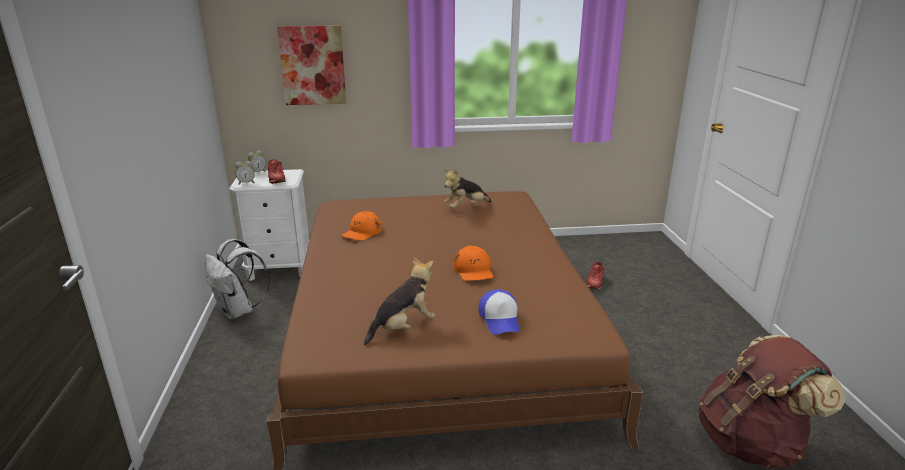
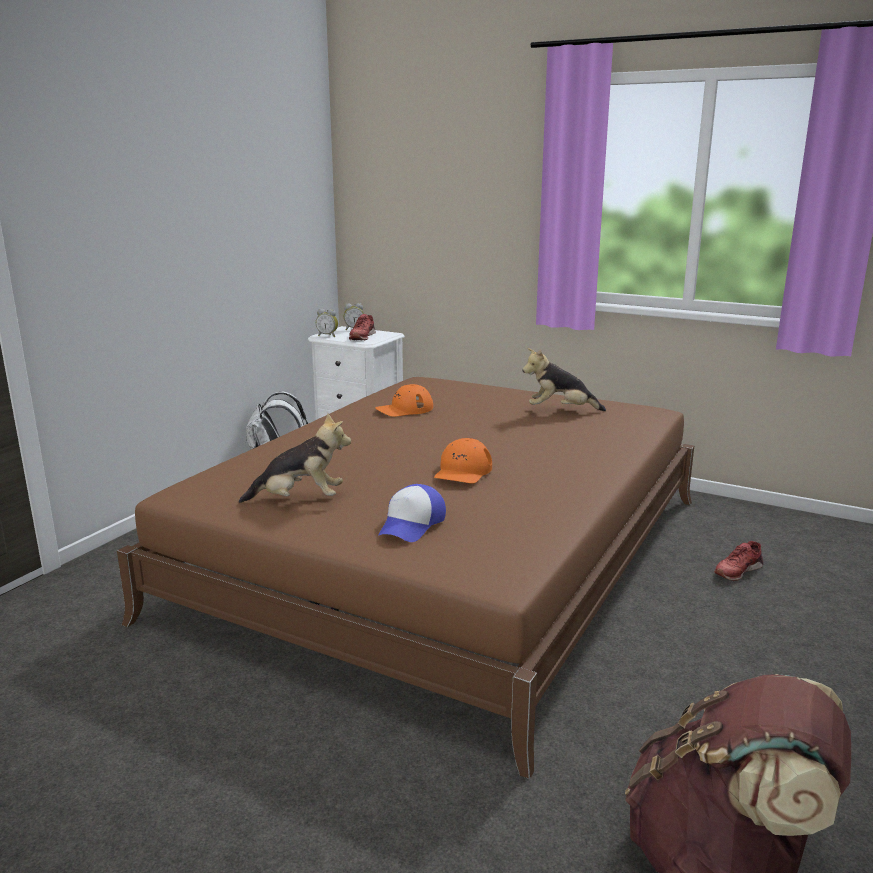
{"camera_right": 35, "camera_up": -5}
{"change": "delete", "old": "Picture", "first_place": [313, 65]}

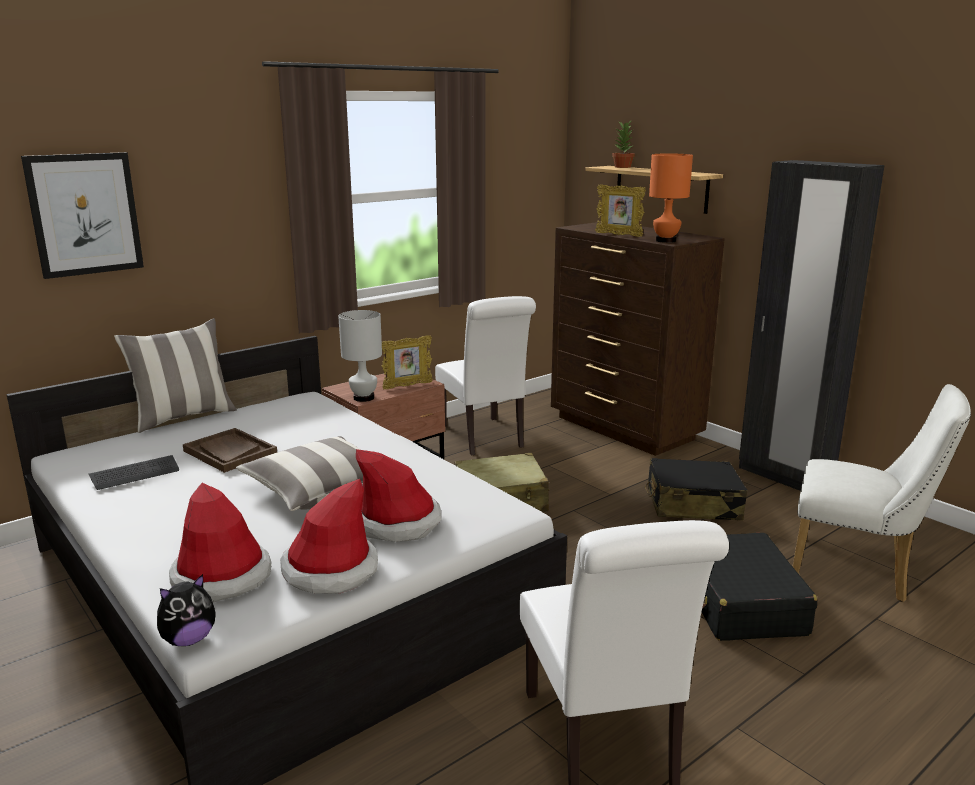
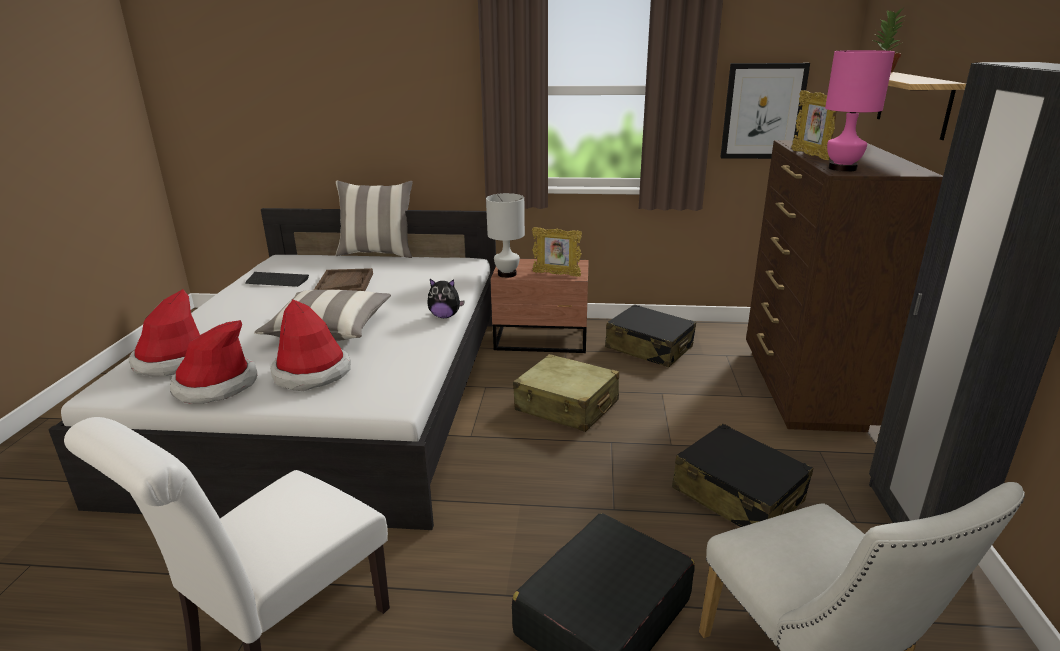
{"camera_right": 45, "camera_up": 5}
{"change": "move", "old": "Picture", "first_place": [85, 214], "second_place": [763, 111]}
{"change": "recolor", "old": "OrangeTableLamp", "new": "PinkTableLamp", "first_place": [665, 241], "second_place": [841, 168]}
{"change": "replace", "old": "WhiteChair", "new": "BlackSuitcase", "first_place": [484, 438], "second_place": [649, 348]}
{"change": "move", "old": "PlushToy", "first_place": [188, 639], "second_place": [445, 316]}

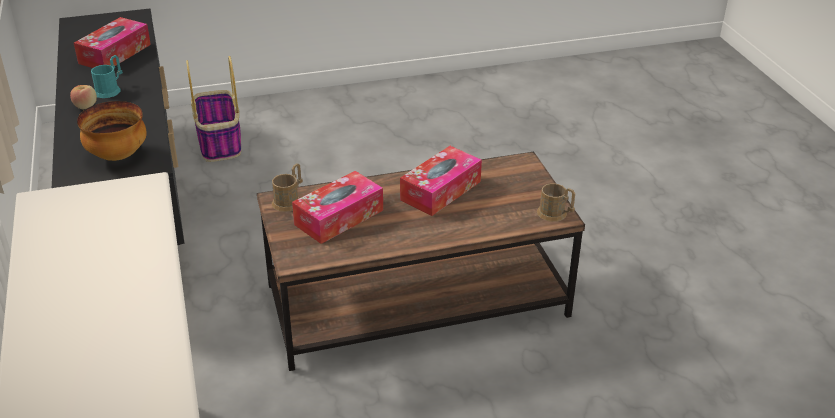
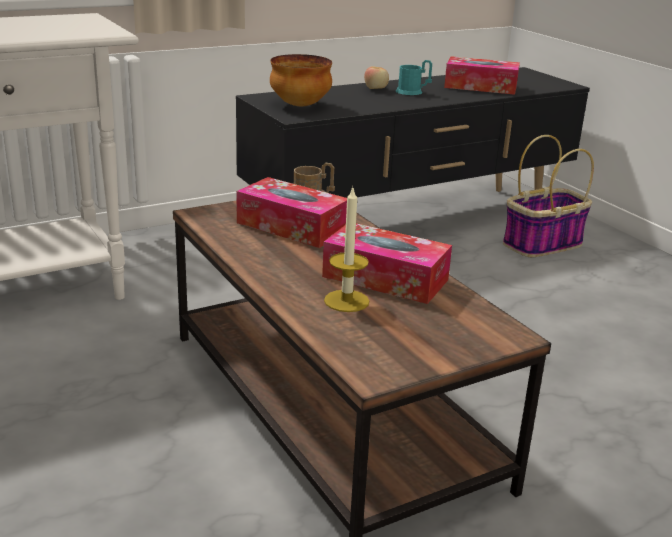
{"camera_right": 75, "camera_up": -10}
{"change": "delete", "old": "BrownMug", "first_place": [555, 214]}
{"change": "insert", "new": "Candle", "second_place": [346, 301]}

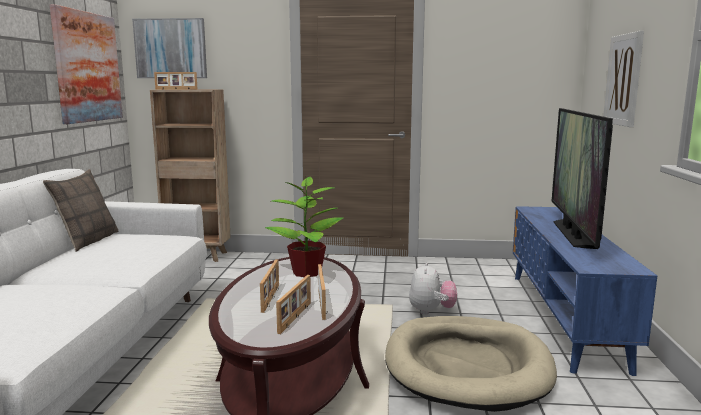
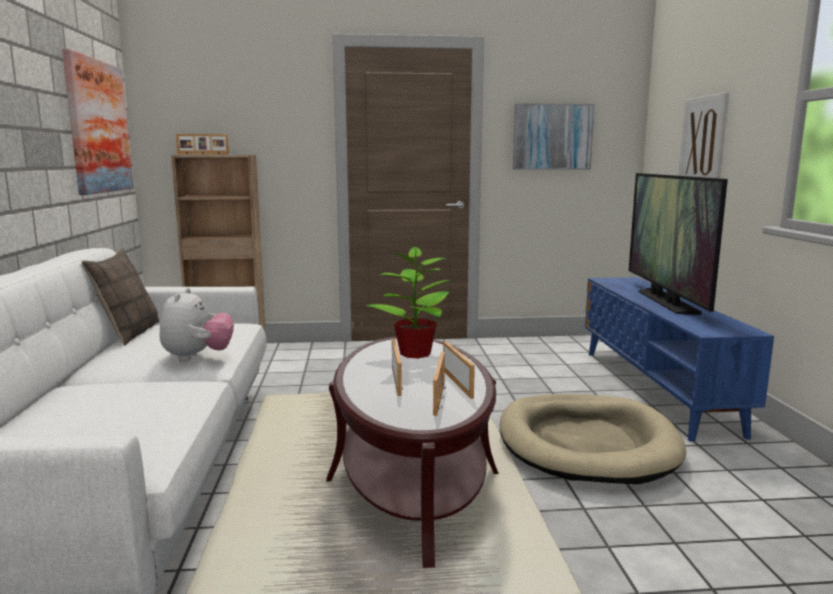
{"camera_right": -10, "camera_up": 0}
{"change": "move", "old": "Picture", "first_place": [171, 48], "second_place": [552, 137]}
{"change": "move", "old": "PlushToy", "first_place": [431, 311], "second_place": [197, 357]}

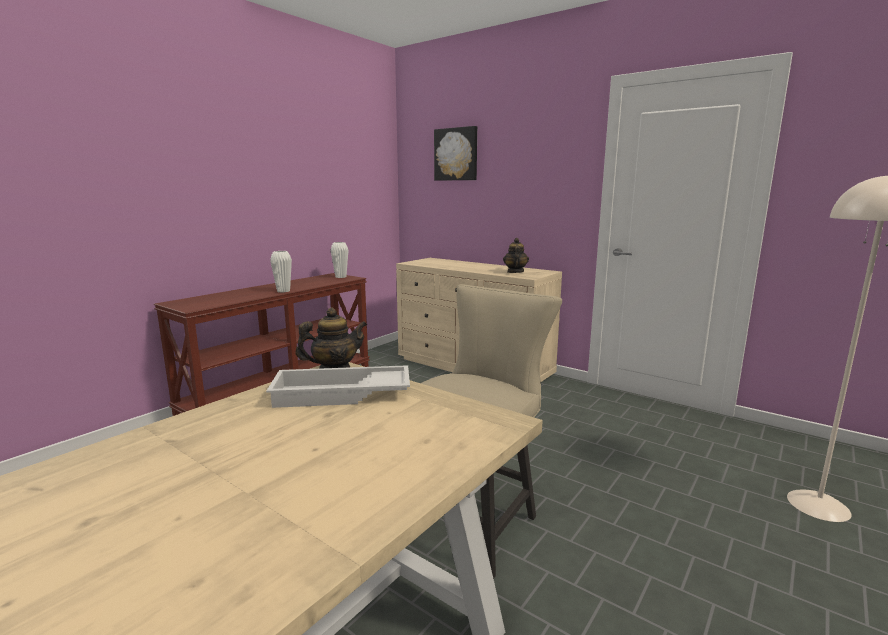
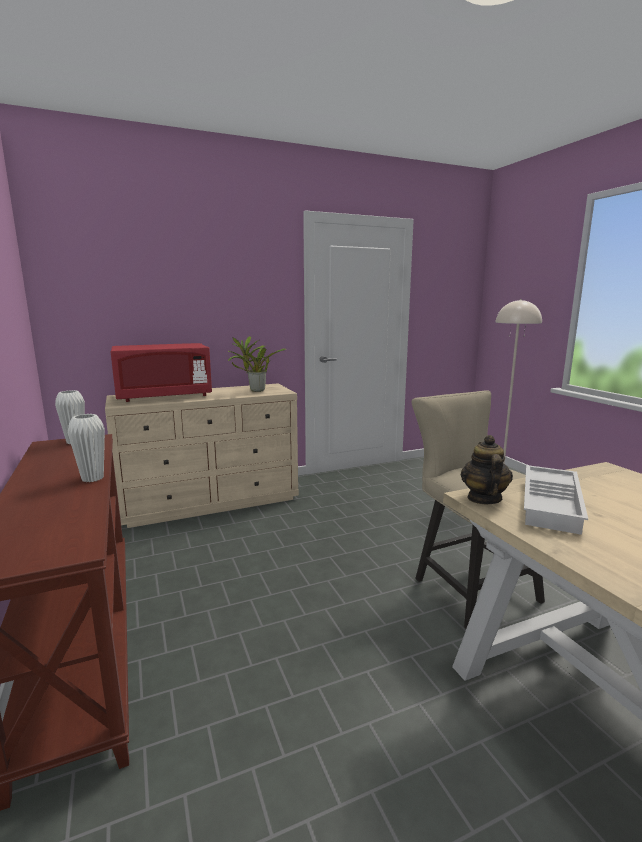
{"camera_right": -60, "camera_up": 0}
{"change": "delete", "old": "Picture", "first_place": [456, 154]}
{"change": "replace", "old": "Teapot", "new": "PottedPlant", "first_place": [515, 272], "second_place": [255, 390]}
{"change": "insert", "new": "RedMicrowave", "second_place": [164, 396]}

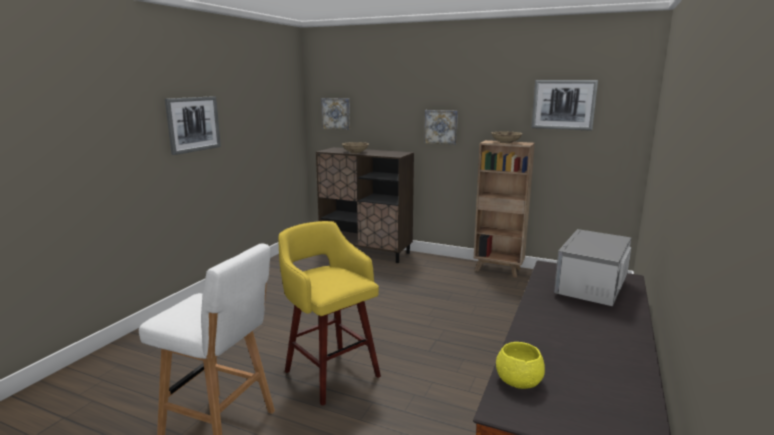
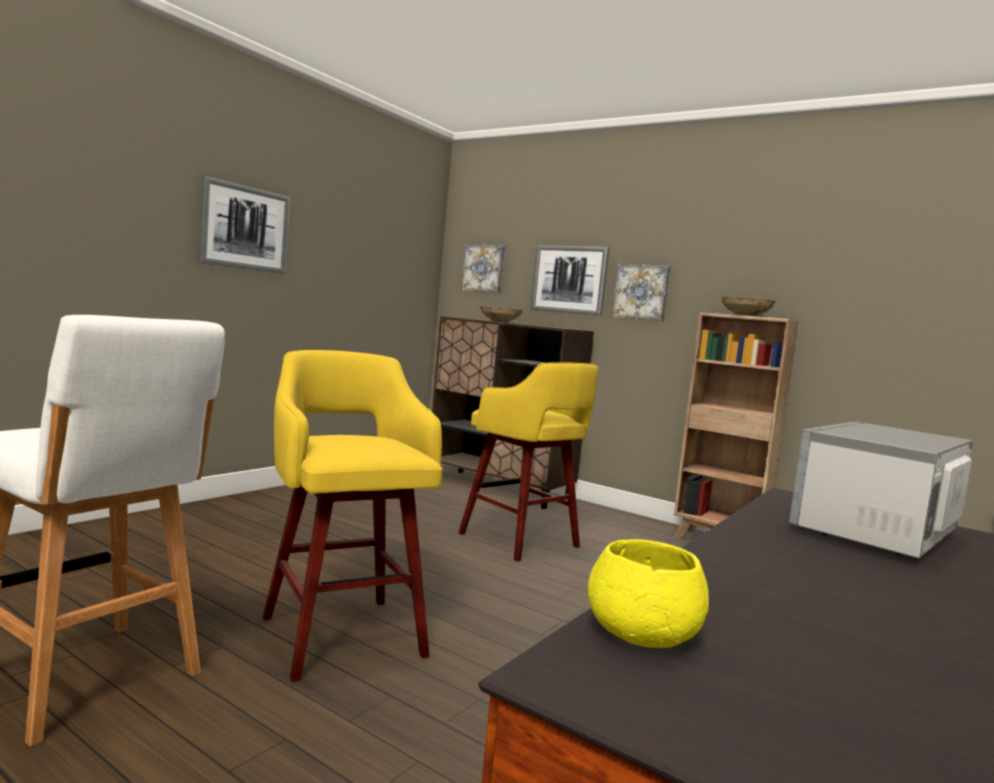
{"camera_right": 10, "camera_up": -10}
{"change": "move", "old": "Picture", "first_place": [563, 104], "second_place": [569, 279]}
{"change": "insert", "new": "YellowStool", "second_place": [521, 541]}

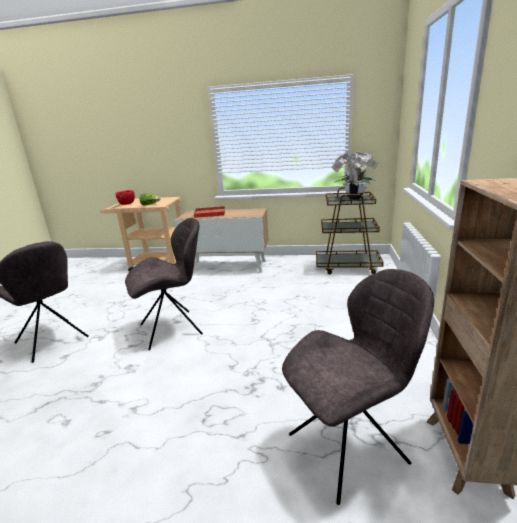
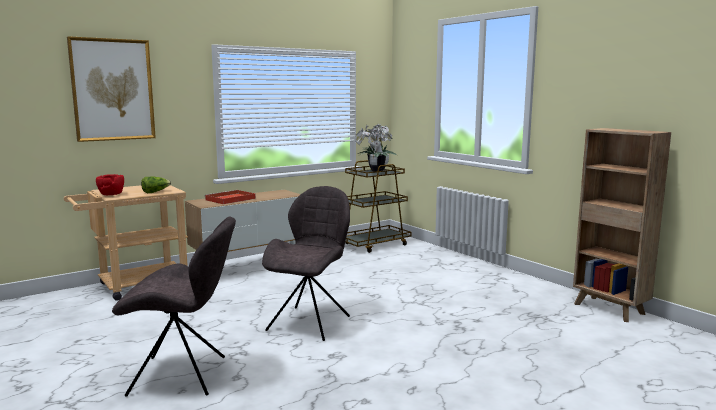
{"camera_right": -45, "camera_up": -10}
{"change": "delete", "old": "GreyChair", "first_place": [350, 447]}
{"change": "insert", "new": "Picture", "second_place": [112, 90]}

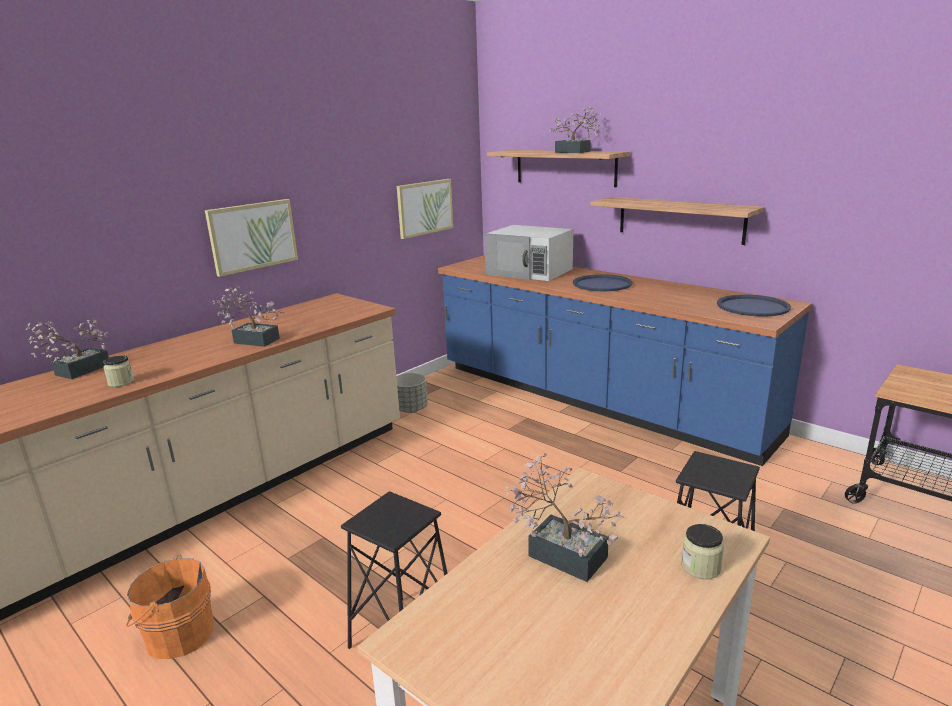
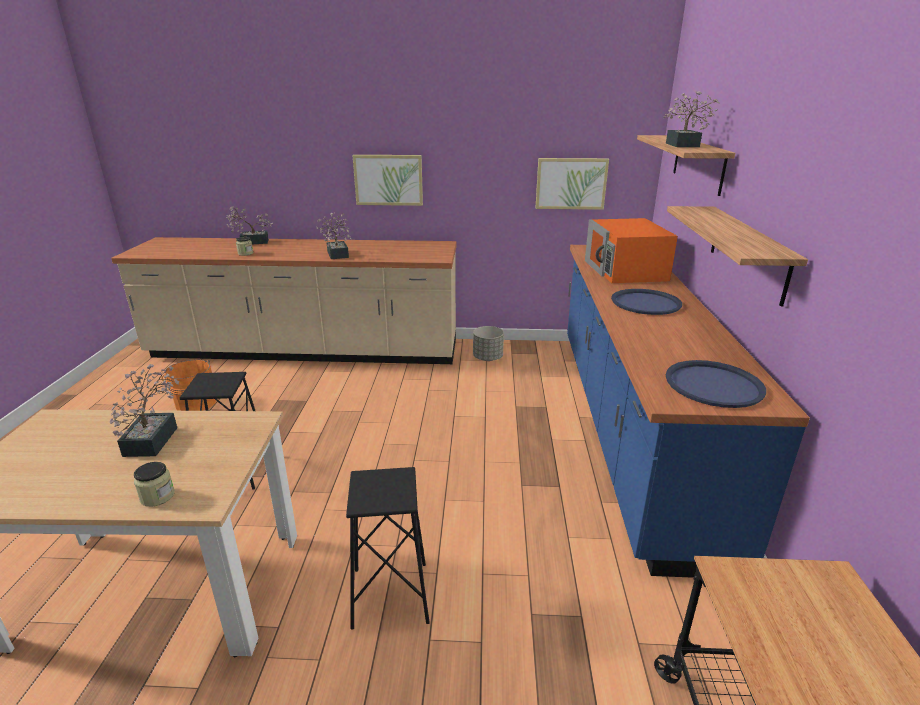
{"camera_right": 50, "camera_up": 5}
{"change": "recolor", "old": "WhiteMicrowave", "new": "OrangeMicrowave", "first_place": [530, 271], "second_place": [625, 270]}

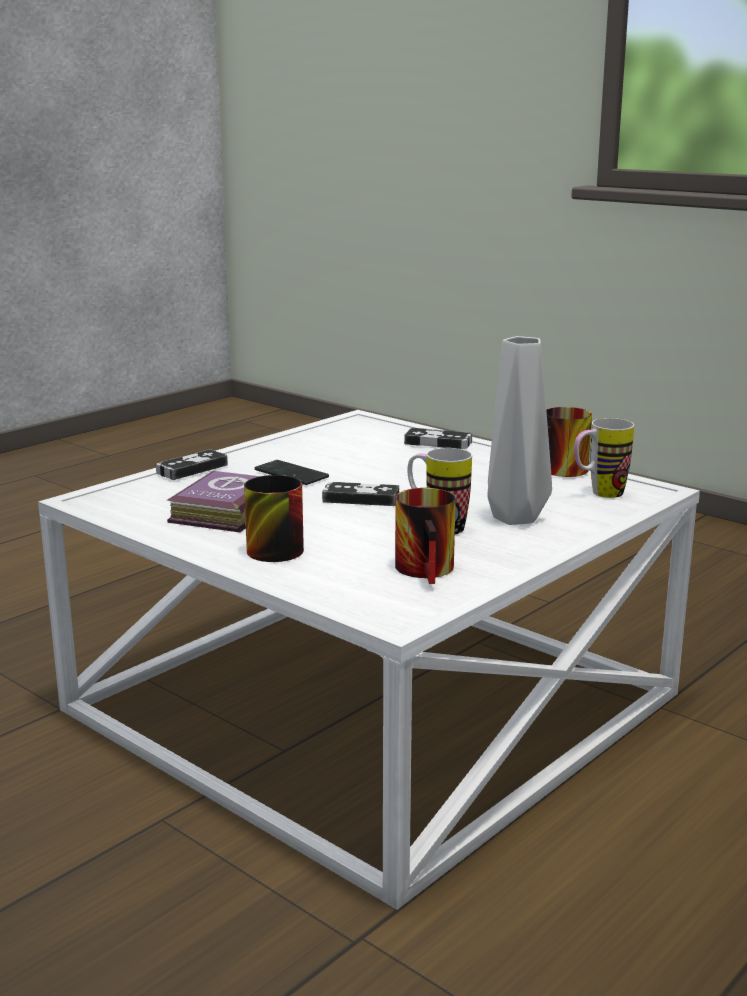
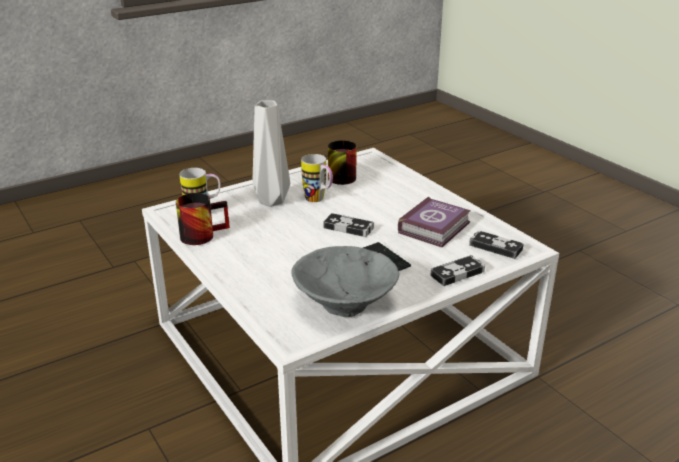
{"camera_right": -165, "camera_up": 10}
{"change": "move", "old": "GameController", "first_place": [438, 443], "second_place": [495, 247]}
{"change": "delete", "old": "Mug", "first_place": [268, 547]}
{"change": "insert", "new": "GreyBowl", "second_place": [346, 303]}

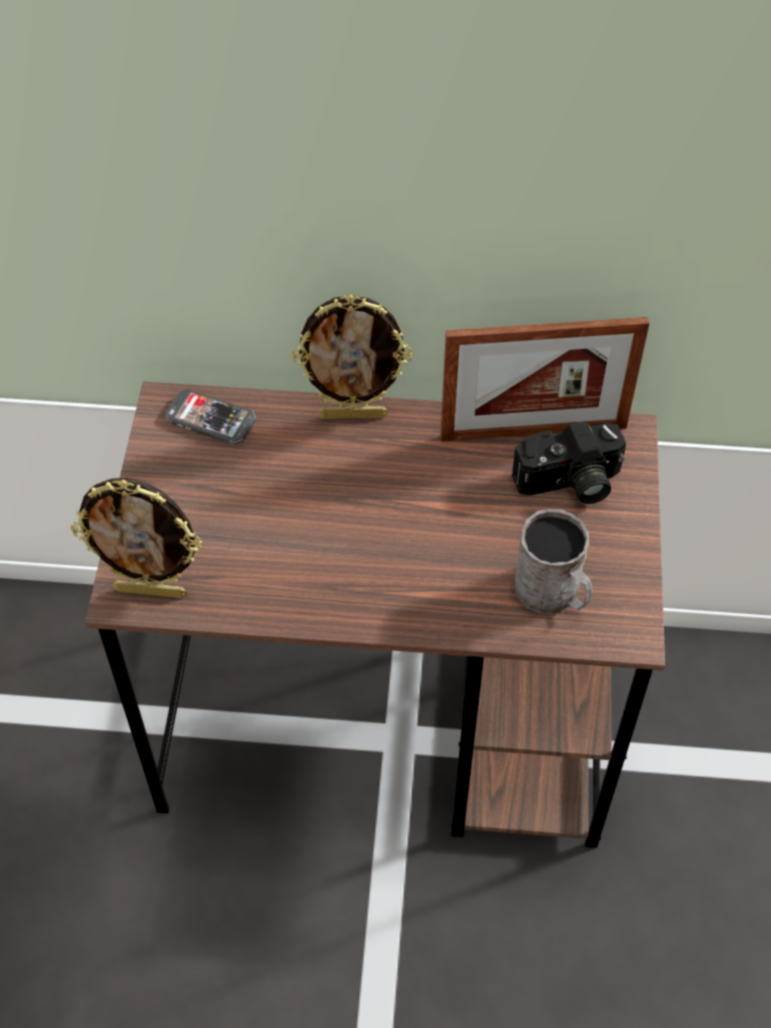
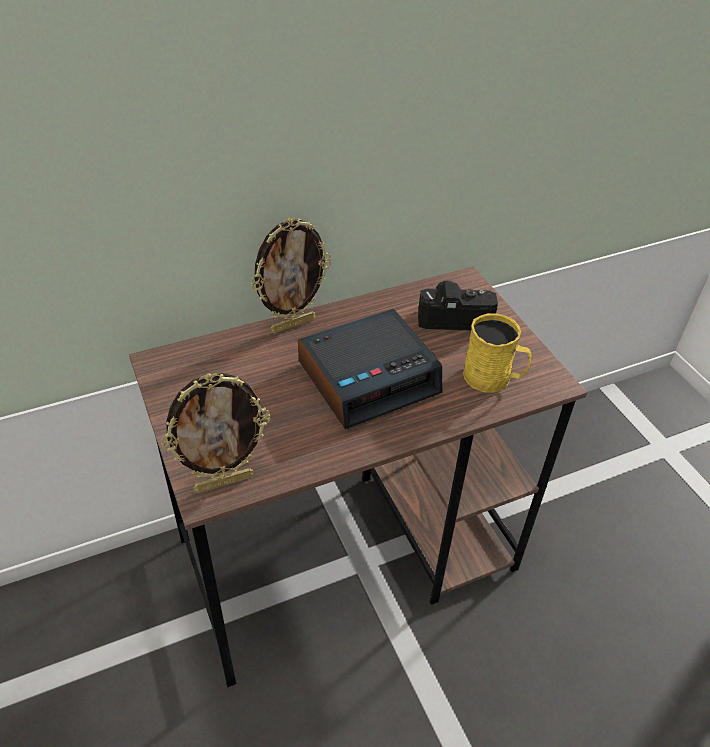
{"camera_right": -30, "camera_up": -10}
{"change": "delete", "old": "PictureFrame", "first_place": [533, 431]}
{"change": "delete", "old": "Phone", "first_place": [211, 419]}
{"change": "rotate", "old": "PhotoCamera", "first_place": [569, 483], "second_place": [454, 316], "degrees": -135}
{"change": "recolor", "old": "GreyMug", "new": "YellowMug", "first_place": [553, 593], "second_place": [493, 378]}
{"change": "insert", "new": "AlarmClock", "second_place": [369, 377]}

